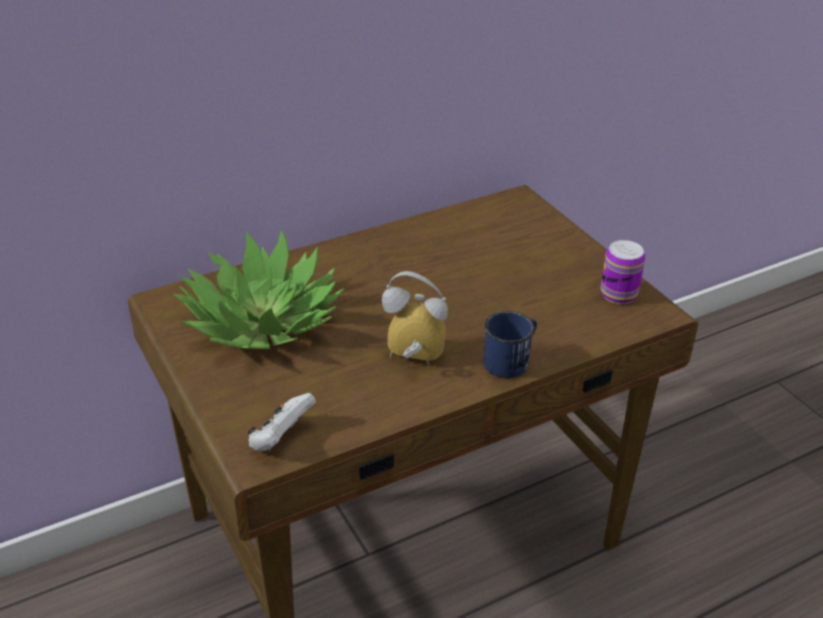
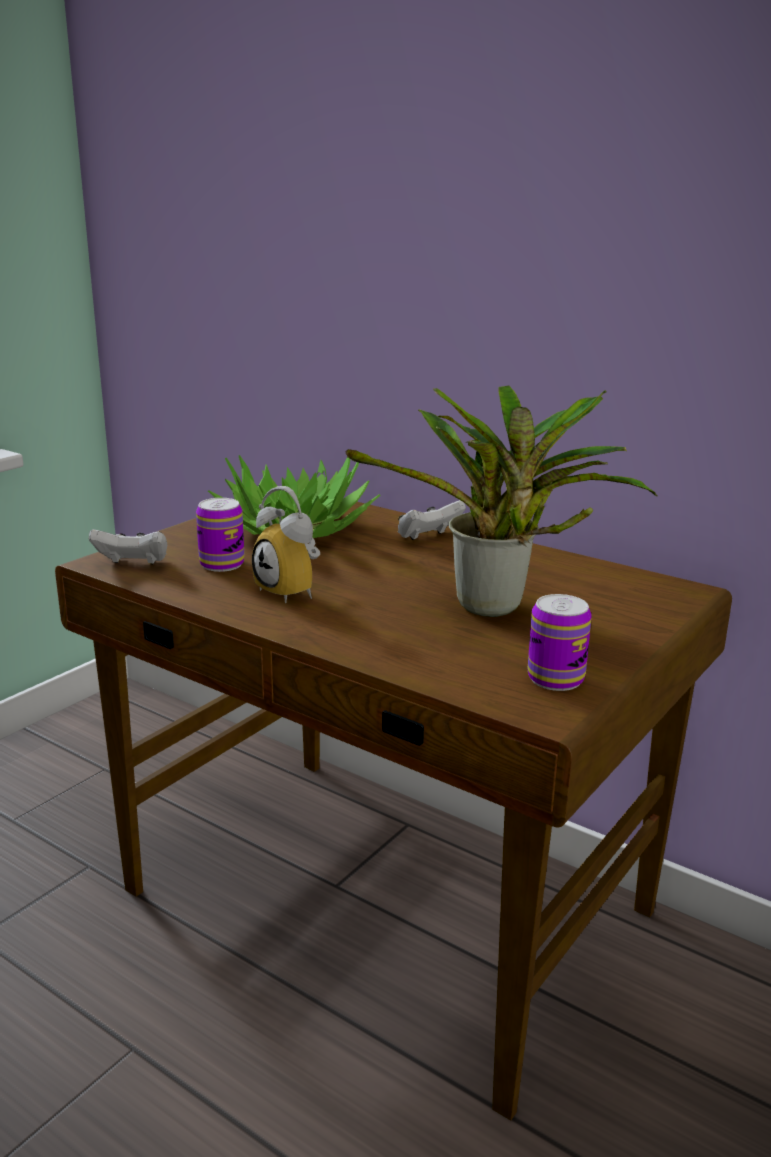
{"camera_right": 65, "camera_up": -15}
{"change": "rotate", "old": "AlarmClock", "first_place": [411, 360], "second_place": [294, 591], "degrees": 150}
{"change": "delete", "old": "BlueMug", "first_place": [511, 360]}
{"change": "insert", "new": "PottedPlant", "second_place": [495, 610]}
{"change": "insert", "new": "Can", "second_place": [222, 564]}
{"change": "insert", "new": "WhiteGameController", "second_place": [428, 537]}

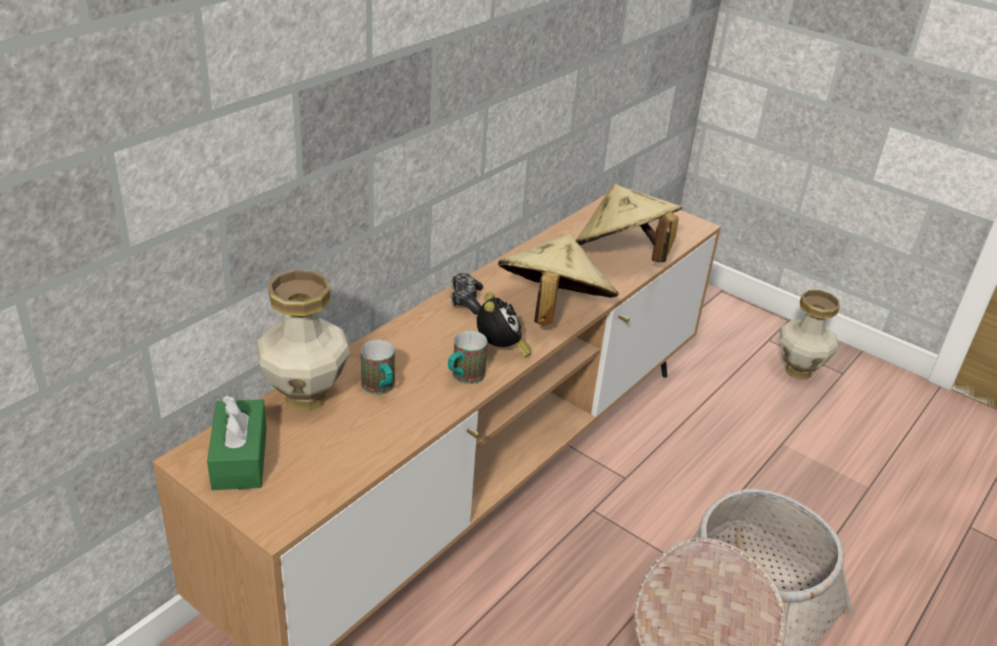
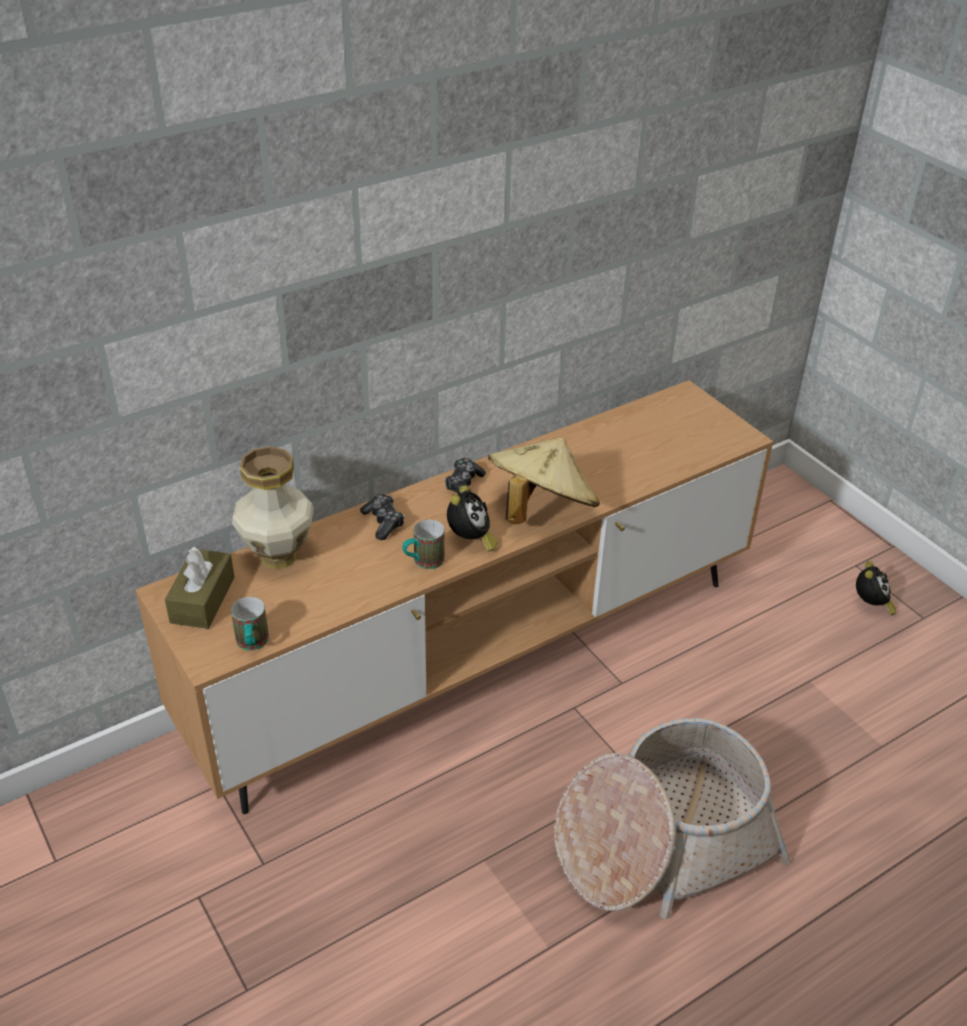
{"camera_right": 20, "camera_up": 5}
{"change": "delete", "old": "BeigeHat", "first_place": [622, 256]}
{"change": "replace", "old": "Vase", "new": "AlarmClock", "first_place": [797, 370], "second_place": [871, 605]}
{"change": "move", "old": "Mug", "first_place": [380, 389], "second_place": [252, 644]}
{"change": "recolor", "old": "GreenTissueBox", "new": "BrownTissueBox", "first_place": [240, 458], "second_place": [202, 600]}
{"change": "insert", "new": "GameController", "second_place": [383, 522]}

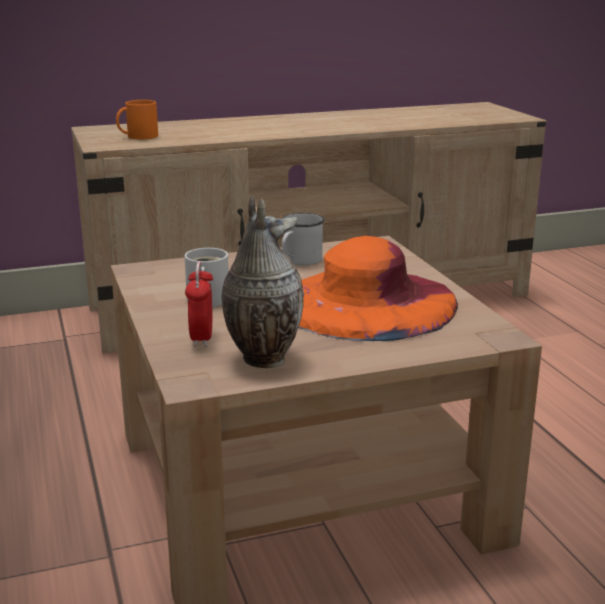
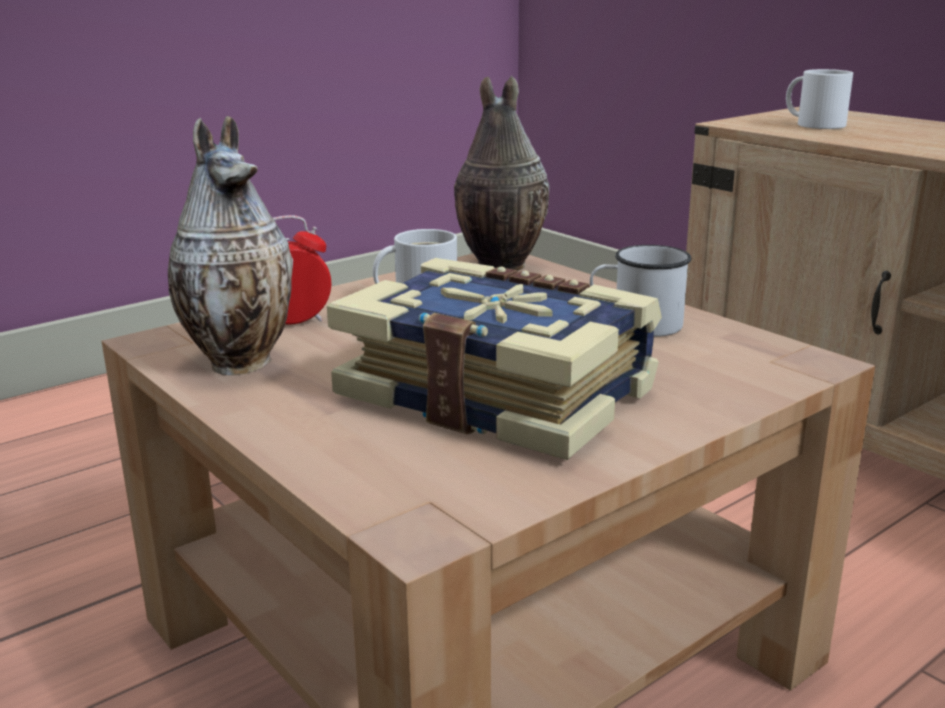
{"camera_right": 70, "camera_up": 0}
{"change": "recolor", "old": "OrangeMug", "new": "WhiteMug", "first_place": [139, 136], "second_place": [817, 124]}
{"change": "replace", "old": "OrangeHat", "new": "Book", "first_place": [366, 302], "second_place": [499, 392]}
{"change": "insert", "new": "Vase", "second_place": [498, 266]}

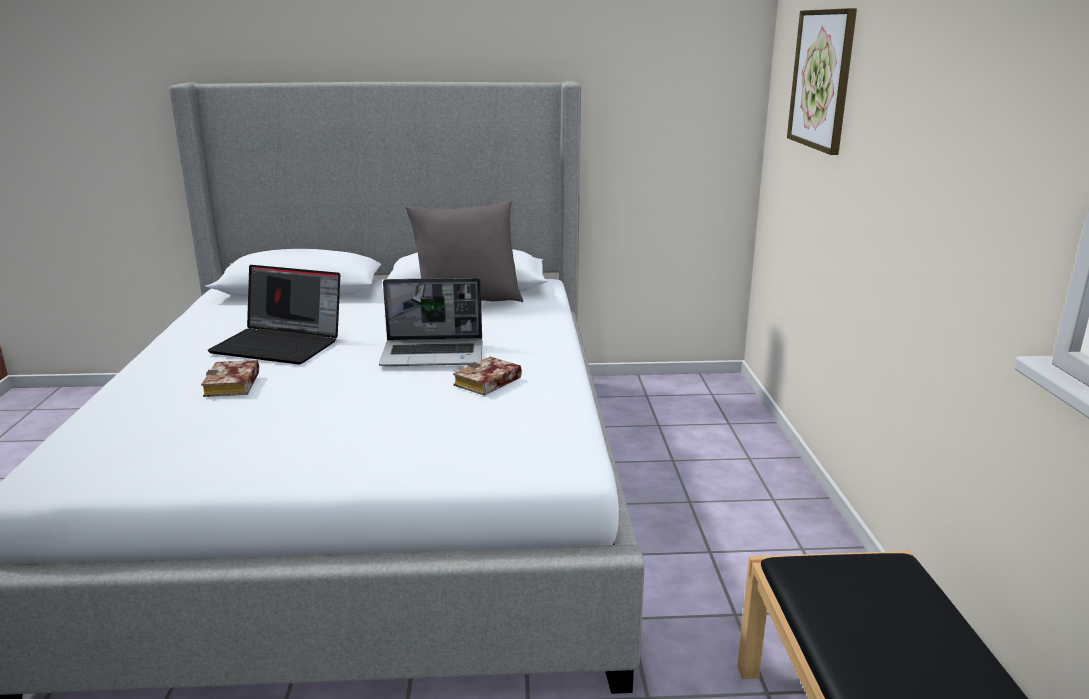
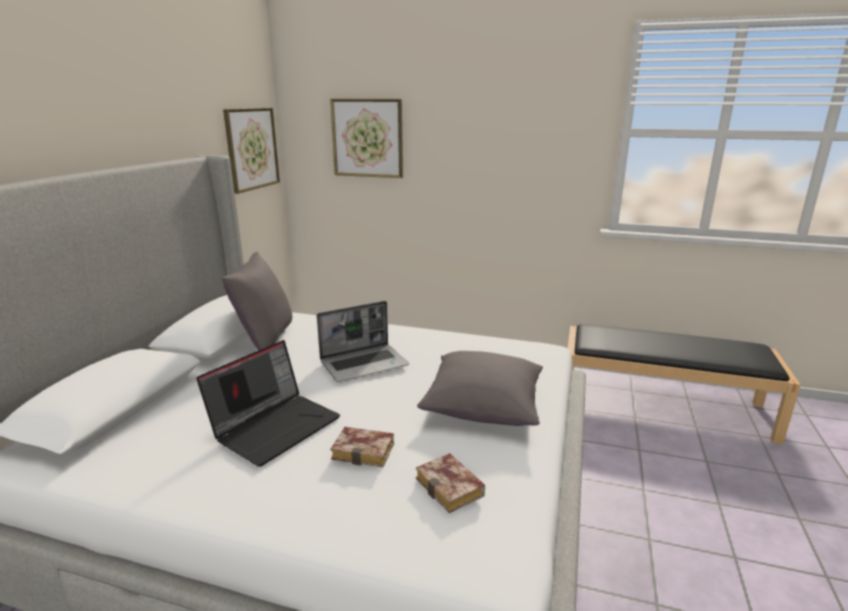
{"camera_right": -70, "camera_up": 0}
{"change": "rotate", "old": "Laptop", "first_place": [434, 354], "second_place": [364, 364], "degrees": 45}
{"change": "move", "old": "Book", "first_place": [487, 383], "second_place": [452, 488]}
{"change": "insert", "new": "Picture", "second_place": [251, 149]}
{"change": "insert", "new": "GreyPillow", "second_place": [483, 406]}

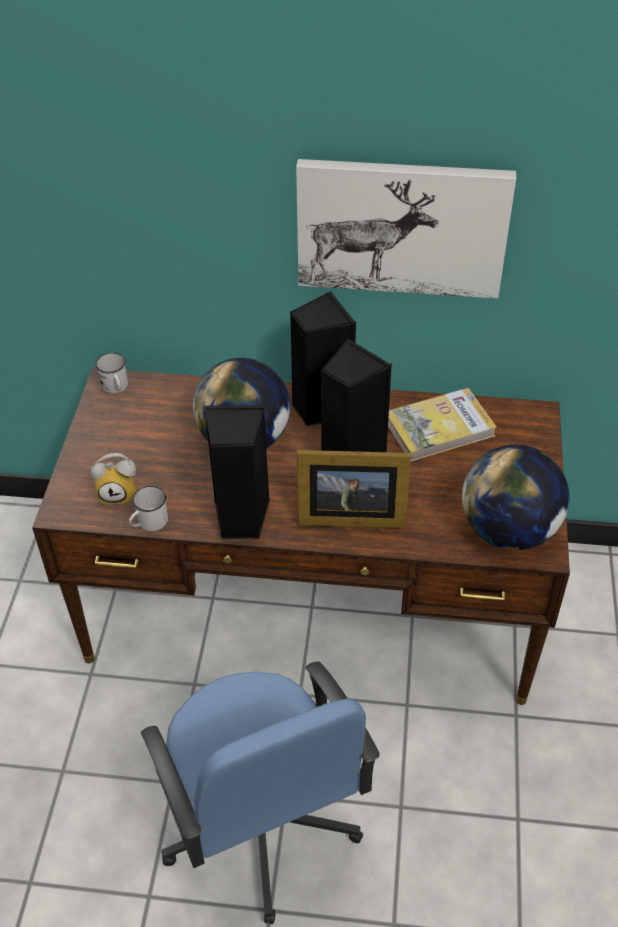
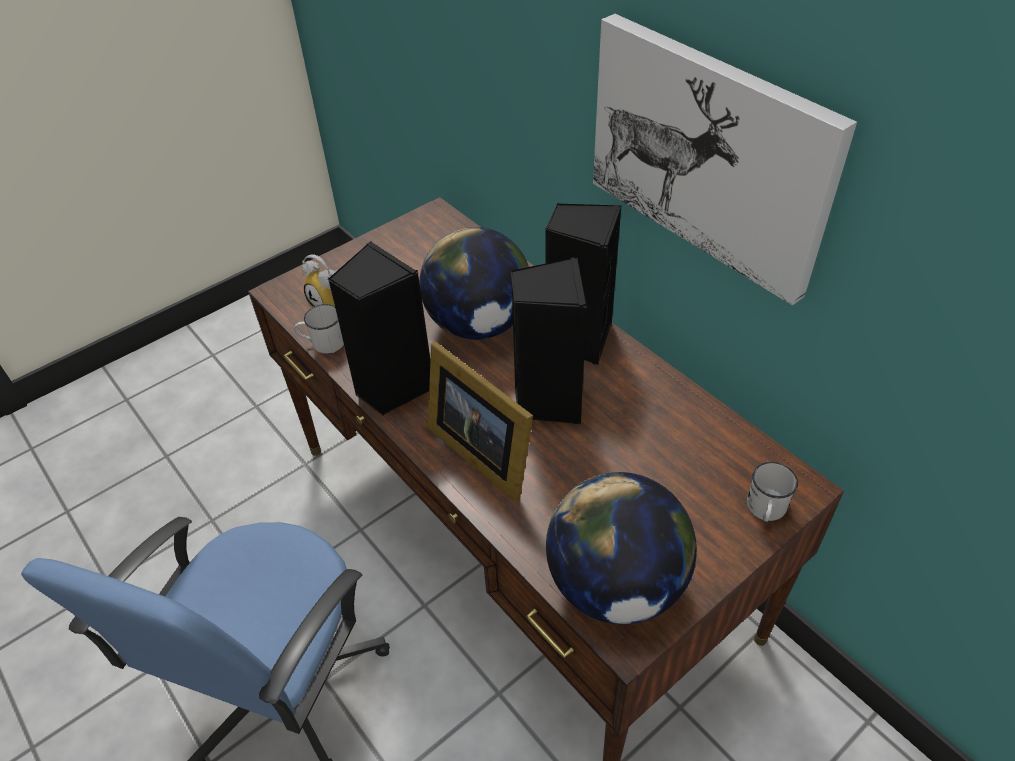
{"camera_right": 45, "camera_up": 0}
{"change": "move", "old": "WhiteMug", "first_place": [116, 387], "second_place": [765, 510]}
{"change": "delete", "old": "Book", "first_place": [439, 428]}

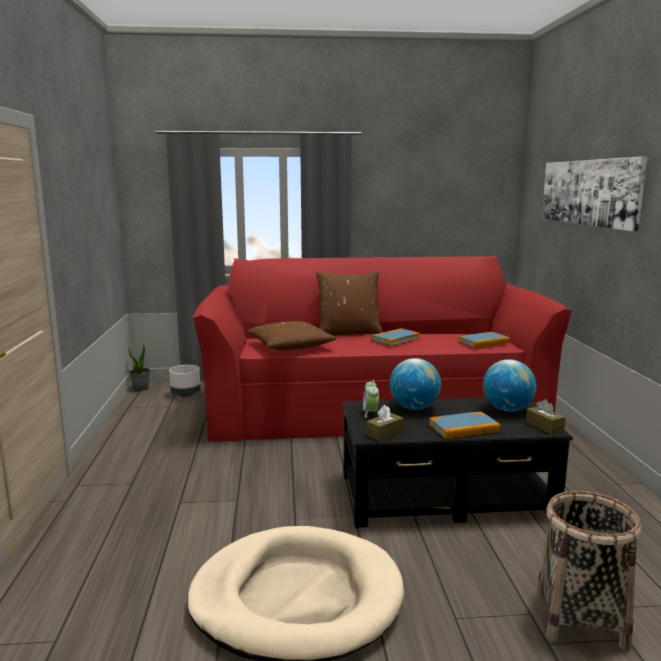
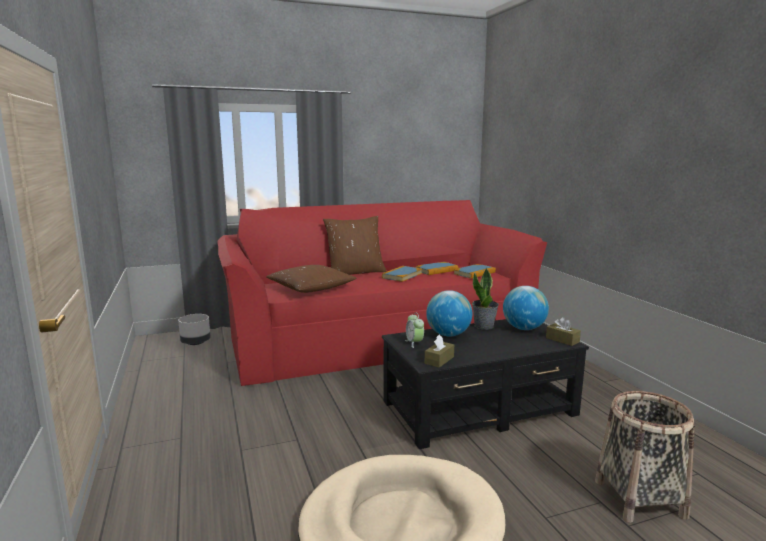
{"camera_right": -15, "camera_up": 0}
{"change": "delete", "old": "Picture", "first_place": [588, 192]}
{"change": "move", "old": "PottedPlant", "first_place": [141, 388], "second_place": [484, 326]}
{"change": "move", "old": "Book", "first_place": [463, 428], "second_place": [436, 270]}

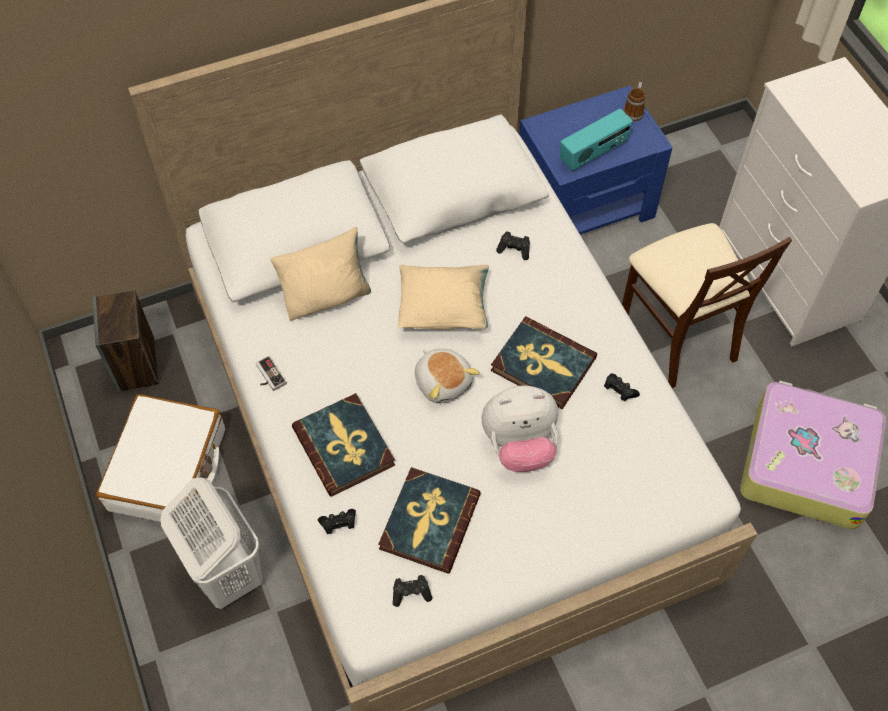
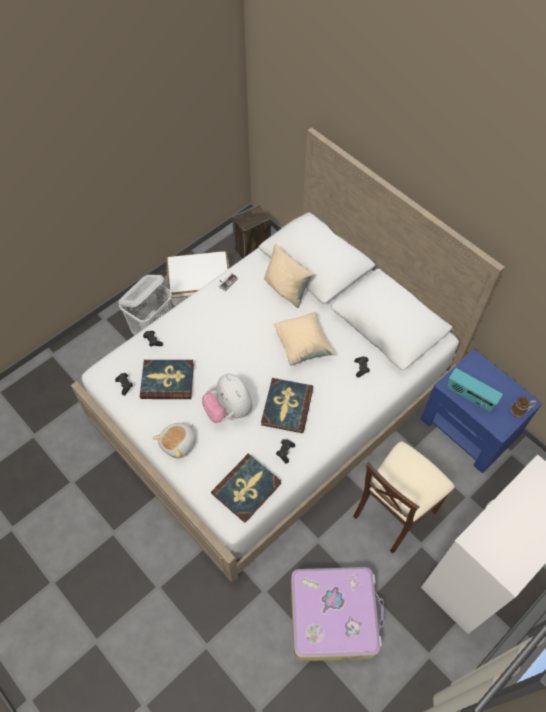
{"camera_right": 70, "camera_up": 0}
{"change": "move", "old": "PlushToy", "first_place": [443, 381], "second_place": [179, 444]}
{"change": "move", "old": "Book", "first_place": [344, 446], "second_place": [246, 489]}

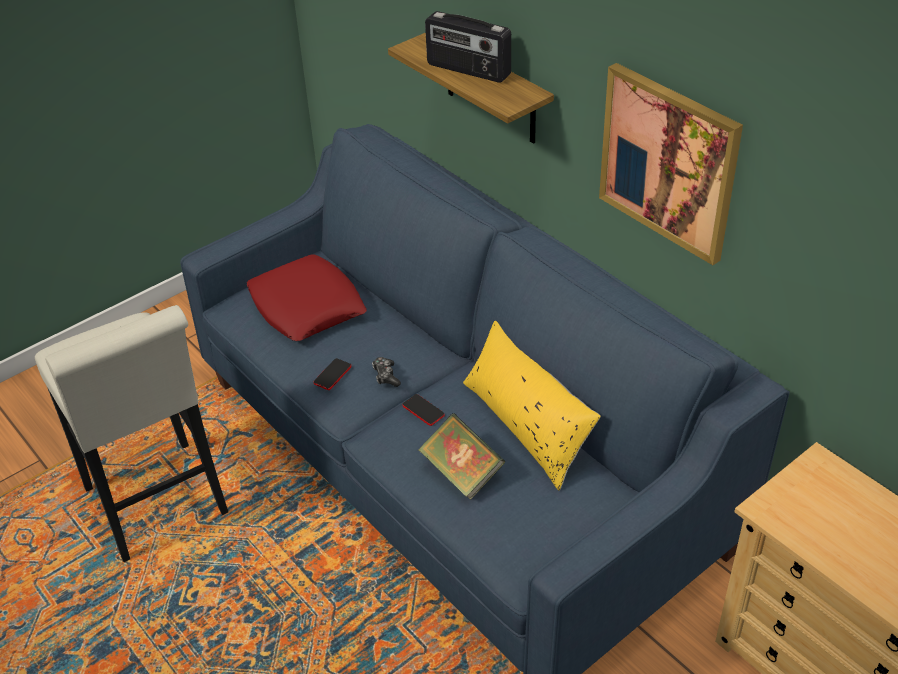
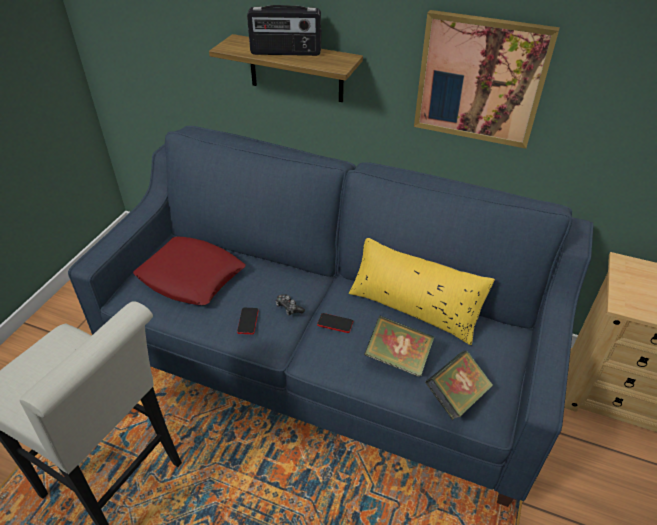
{"camera_right": -30, "camera_up": 0}
{"change": "insert", "new": "Book", "second_place": [456, 396]}

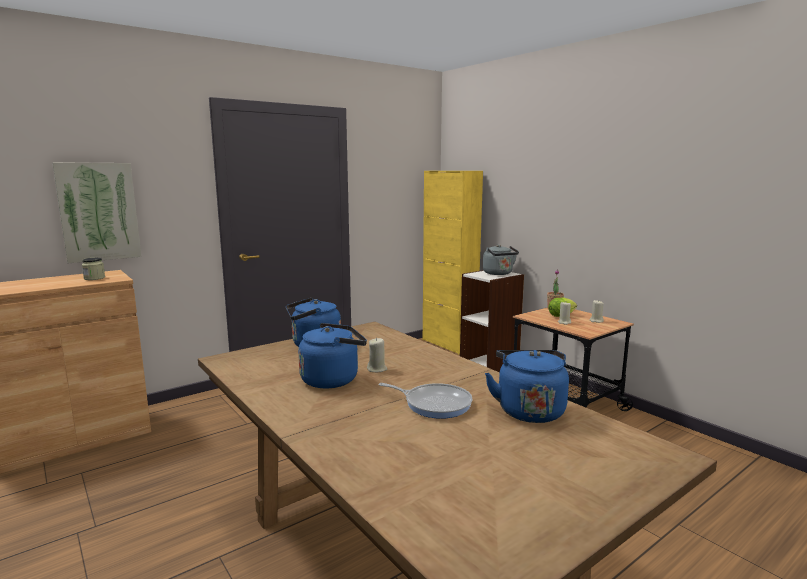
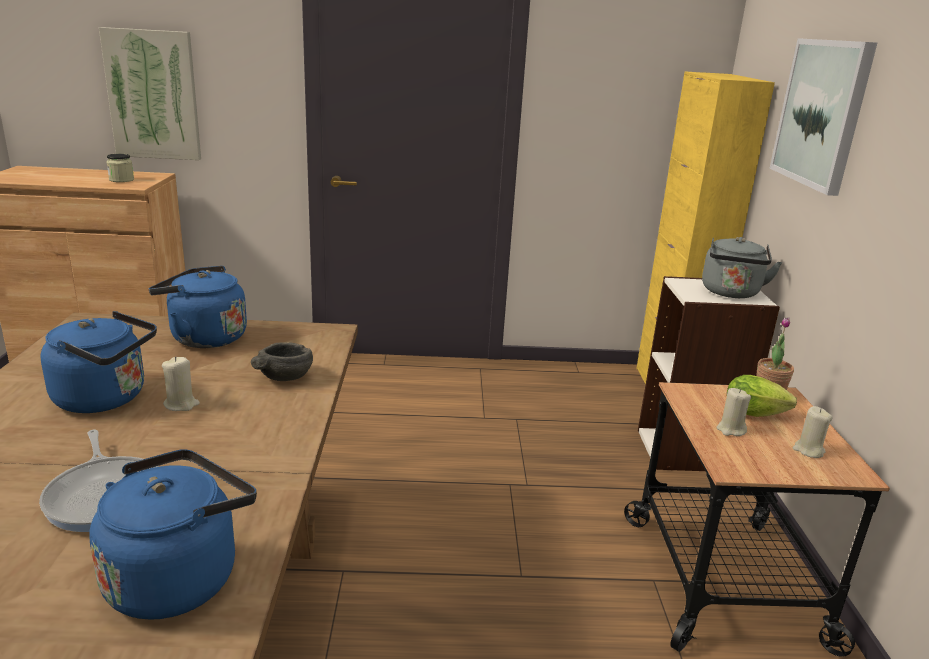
{"camera_right": 35, "camera_up": 10}
{"change": "insert", "new": "Picture", "second_place": [822, 113]}
{"change": "insert", "new": "GreyBowl", "second_place": [284, 377]}

